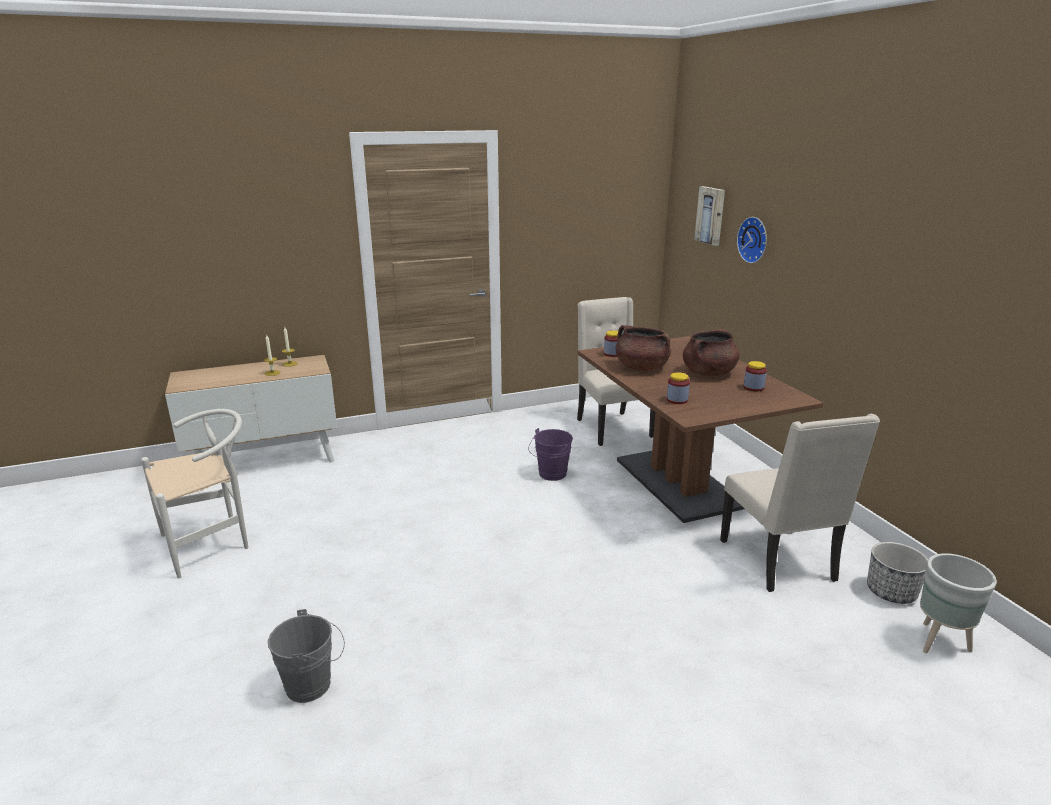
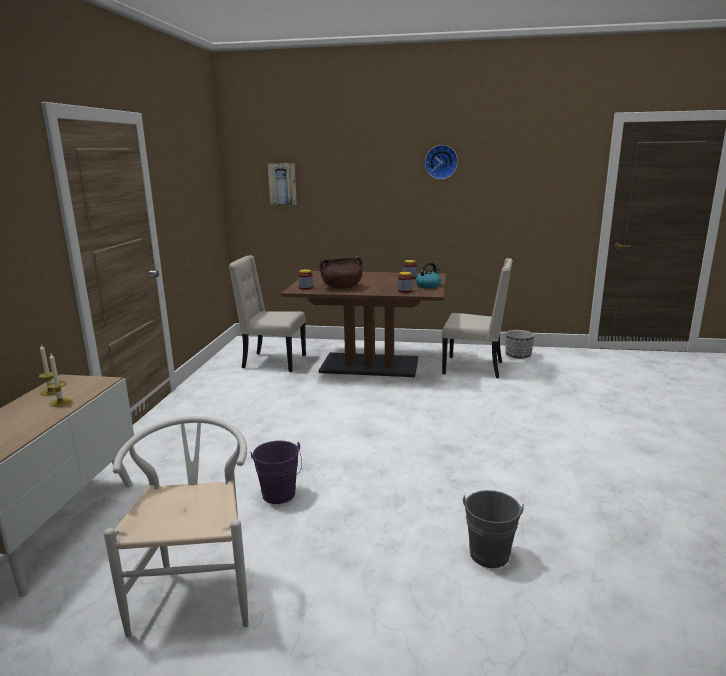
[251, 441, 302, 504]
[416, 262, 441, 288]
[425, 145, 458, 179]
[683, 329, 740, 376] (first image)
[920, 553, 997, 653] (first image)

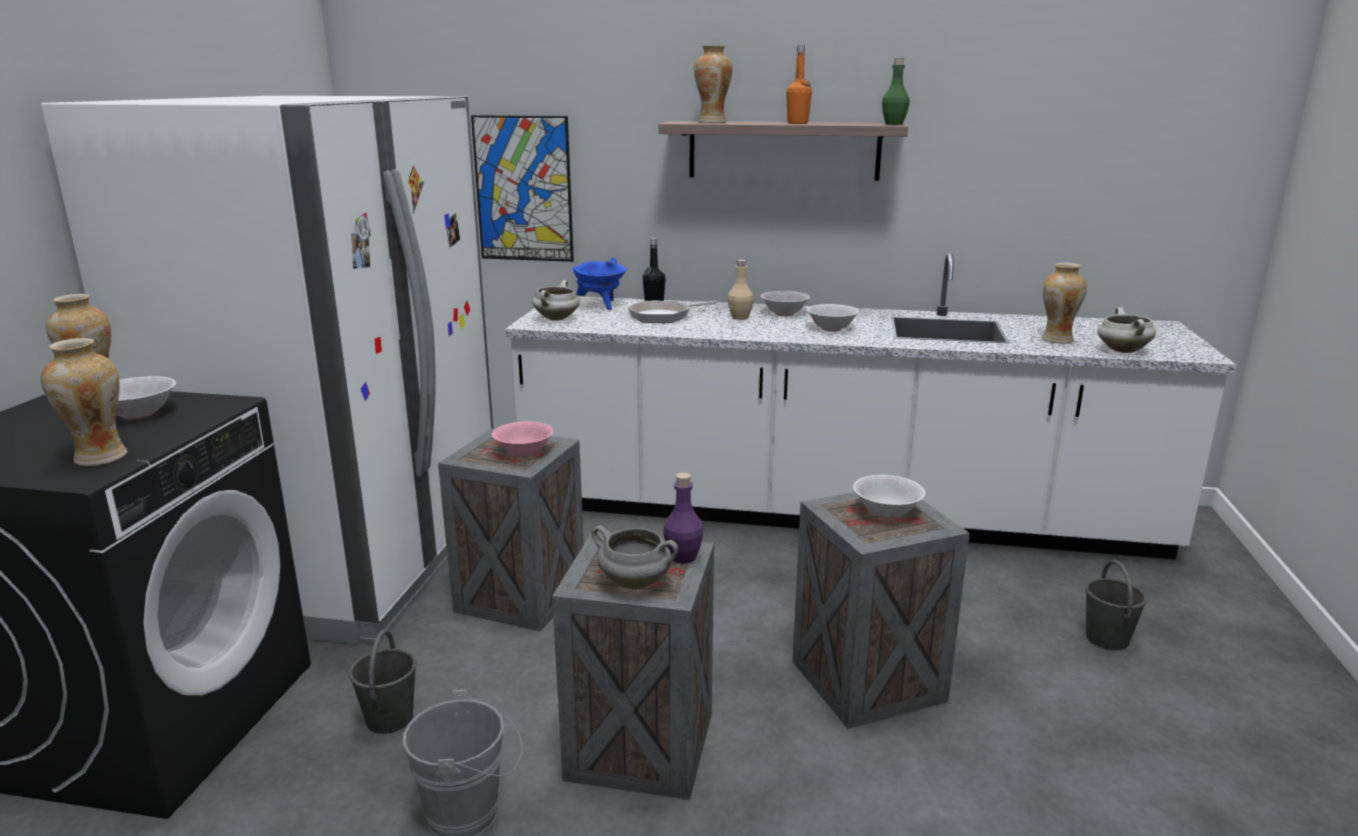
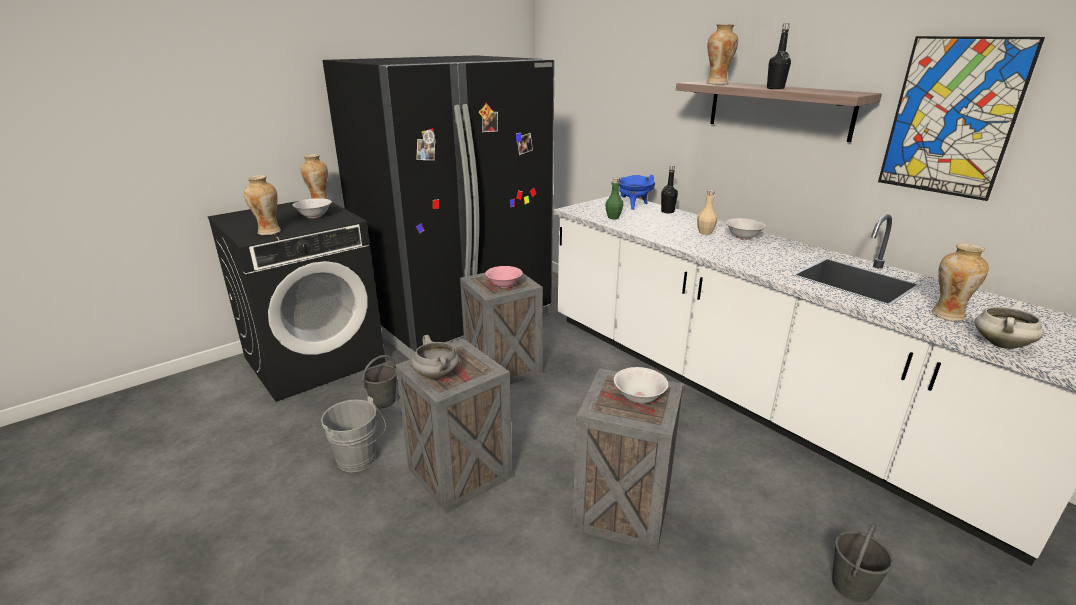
[323, 55, 555, 359]
[605, 178, 623, 219]
[767, 23, 791, 89]
[878, 36, 1045, 201]
[532, 280, 579, 321] (first image)
[627, 301, 717, 323] (first image)
[663, 473, 703, 564] (first image)
[807, 304, 859, 331] (first image)

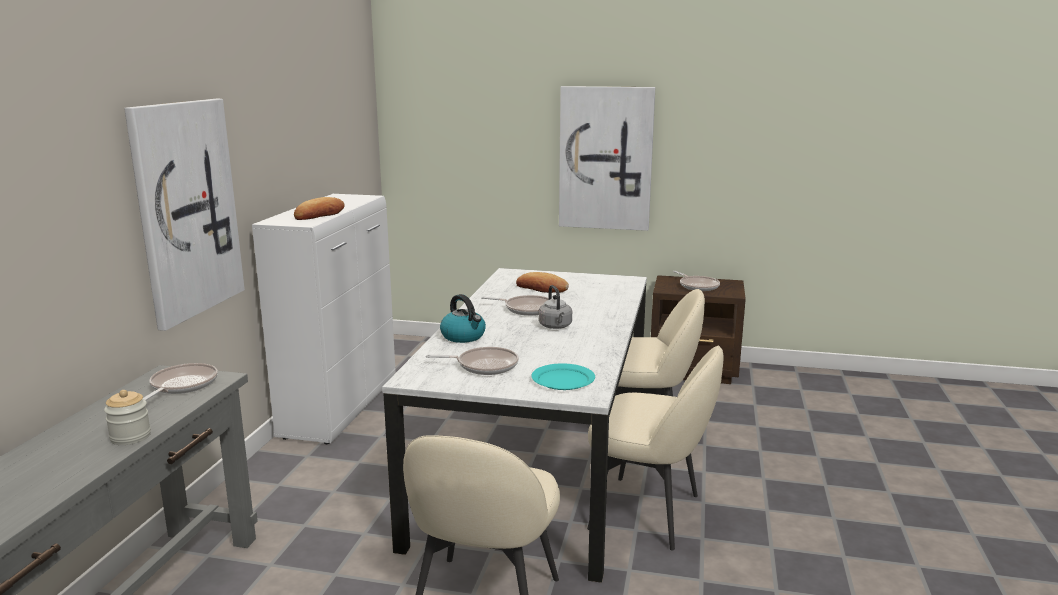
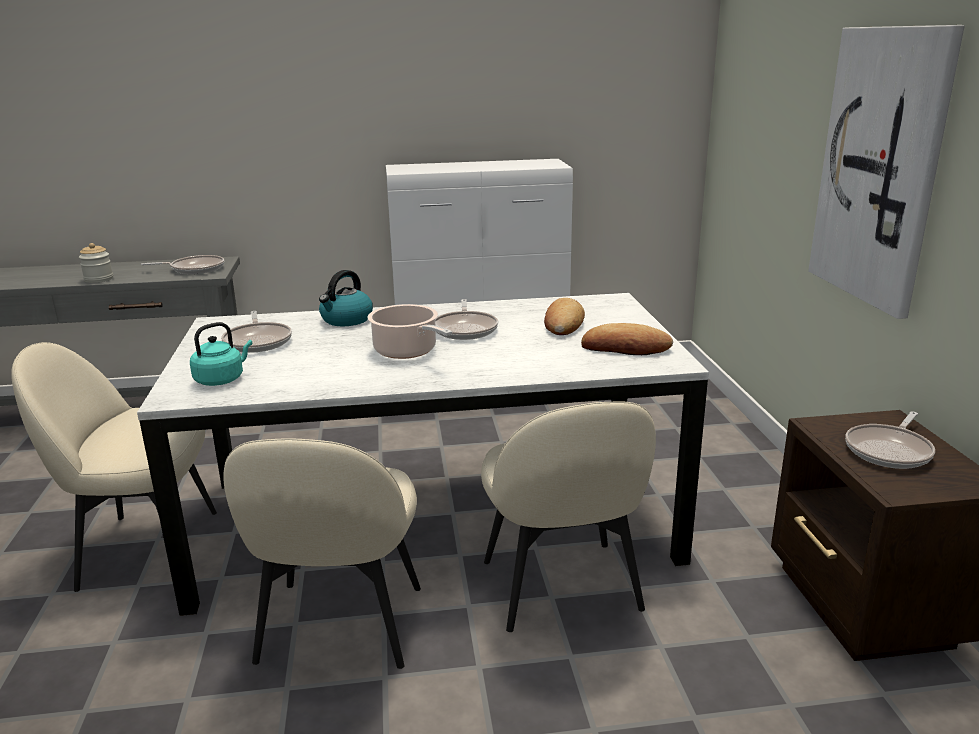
[190, 322, 252, 386]
[368, 304, 452, 359]
[581, 323, 673, 355]
[124, 99, 245, 331] (first image)

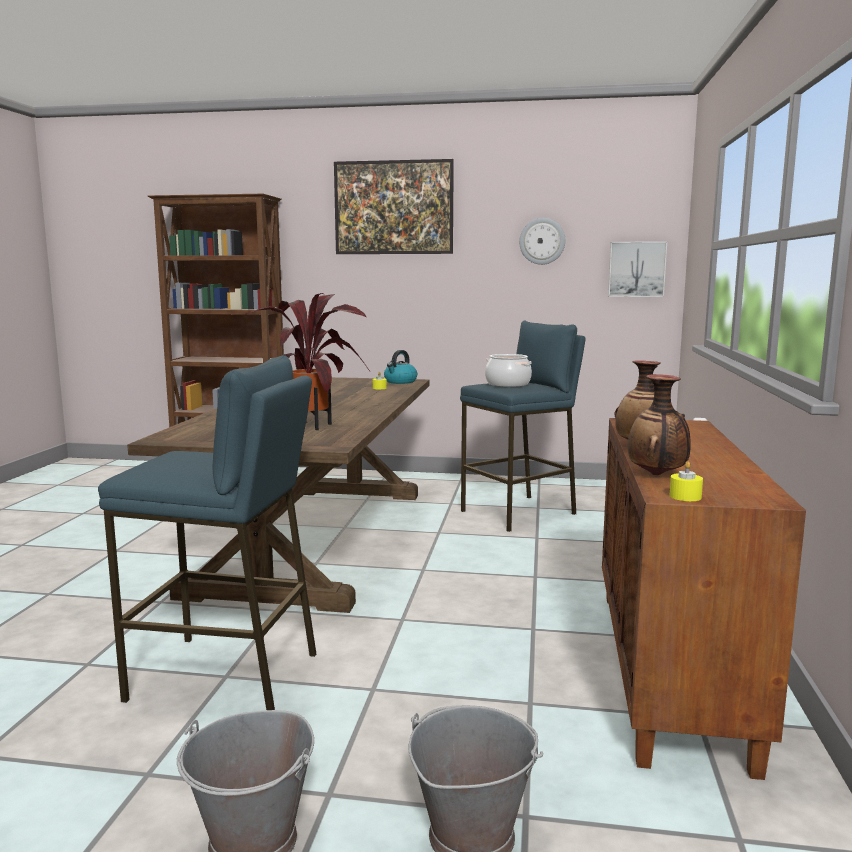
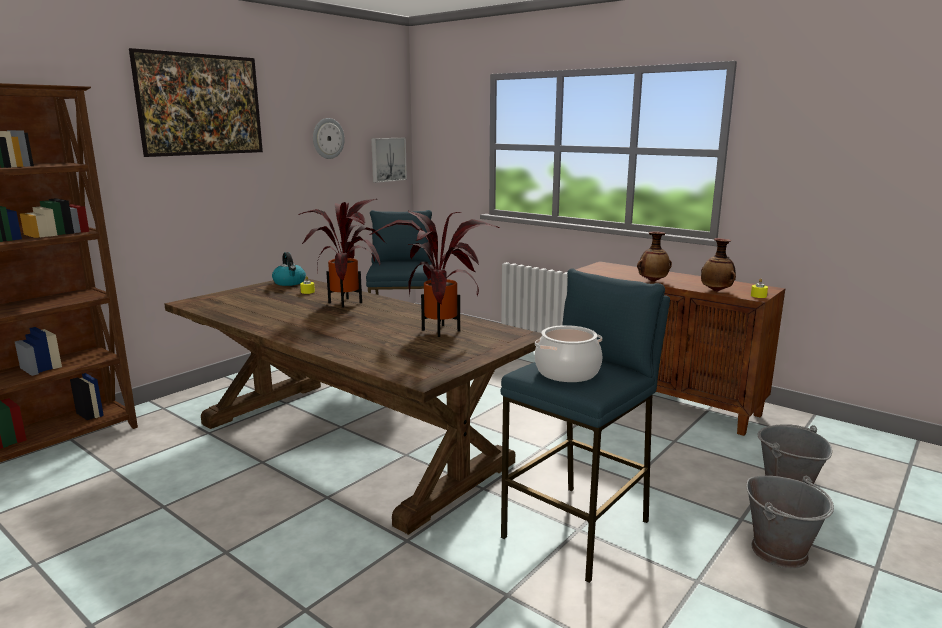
[298, 199, 386, 307]
[535, 325, 602, 382]

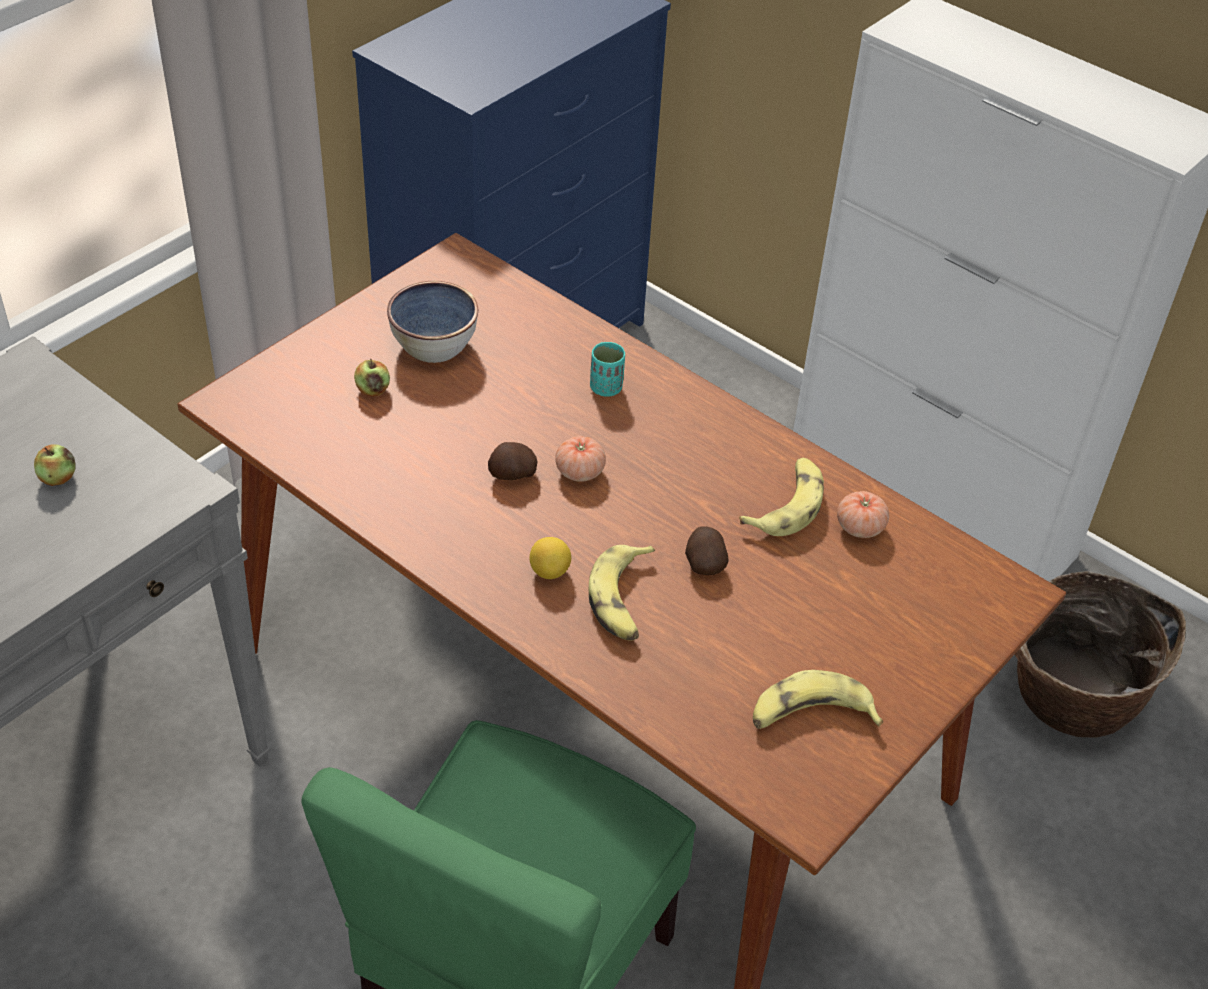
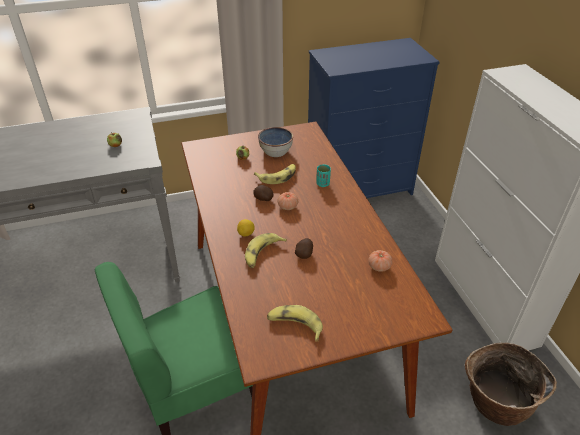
[254, 164, 296, 184]

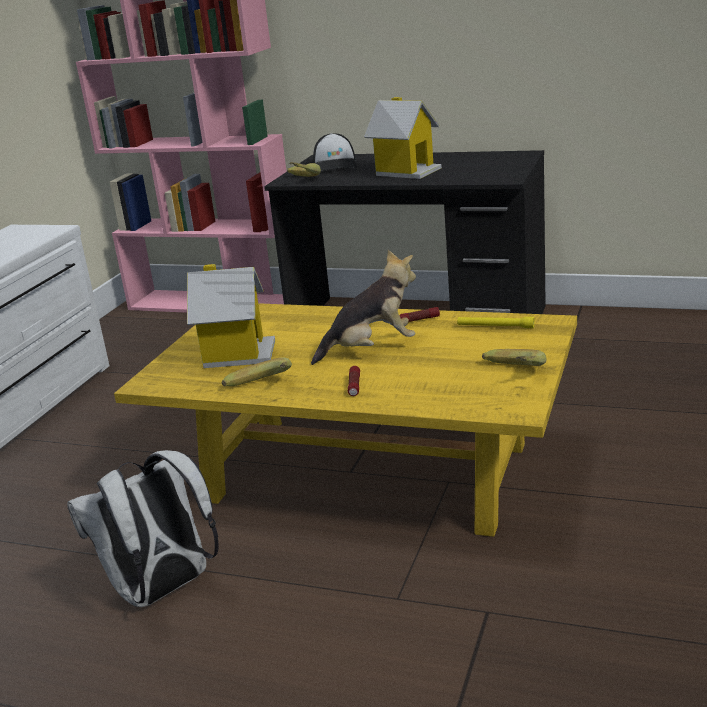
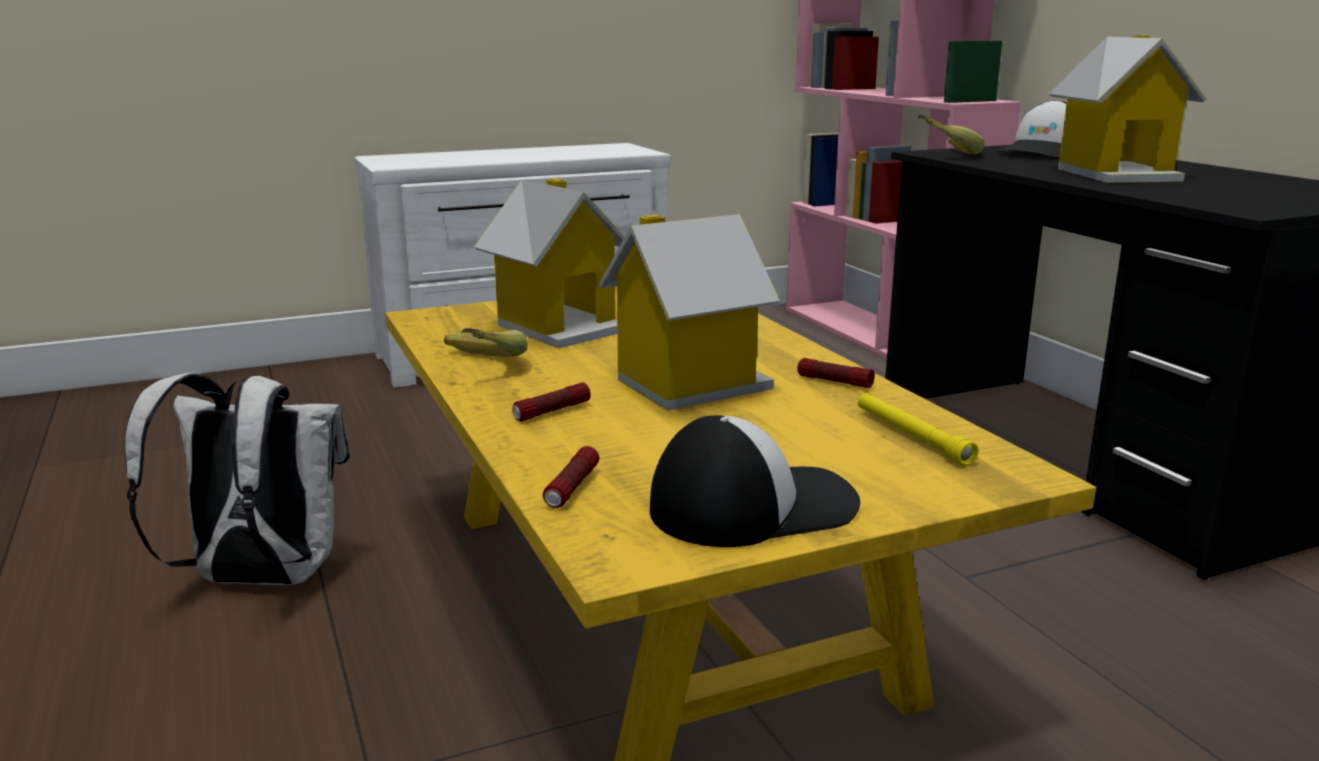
[543, 446, 599, 508]
[598, 214, 780, 411]
[650, 415, 860, 547]

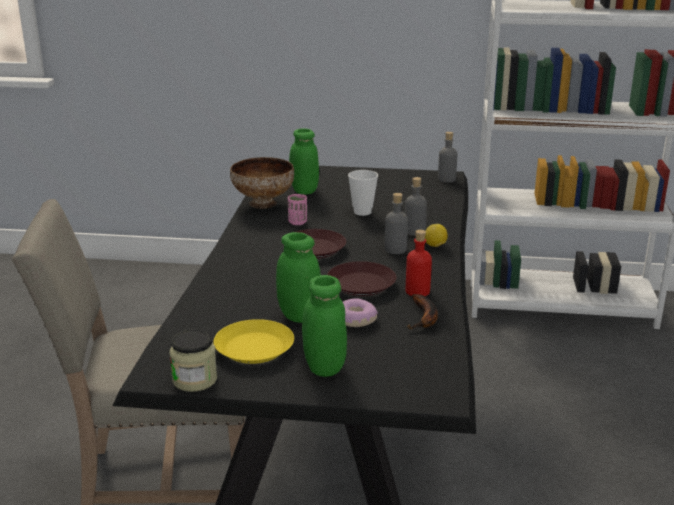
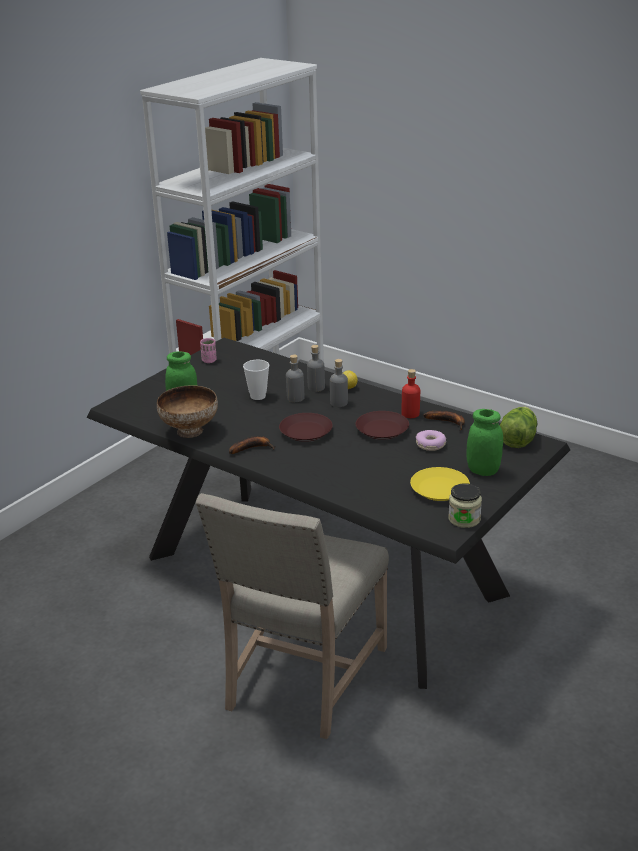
[200, 338, 217, 363]
[229, 436, 276, 454]
[286, 354, 304, 402]
[500, 407, 537, 448]
[276, 232, 321, 323] (first image)

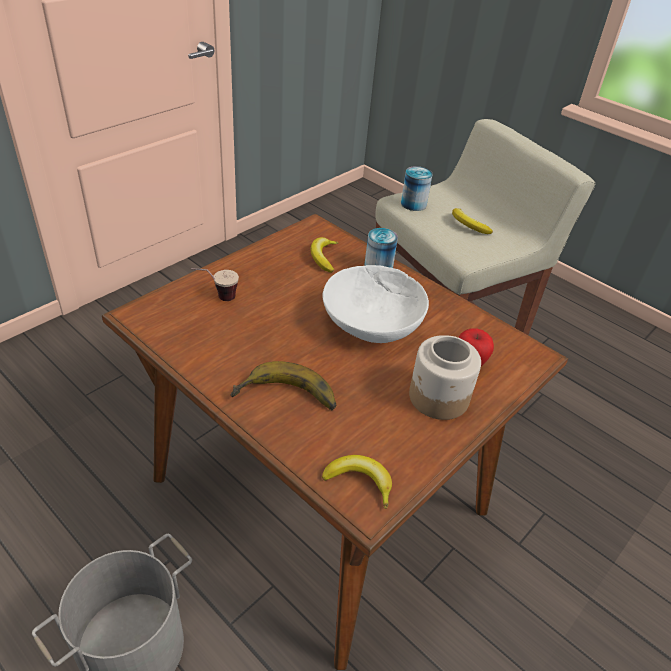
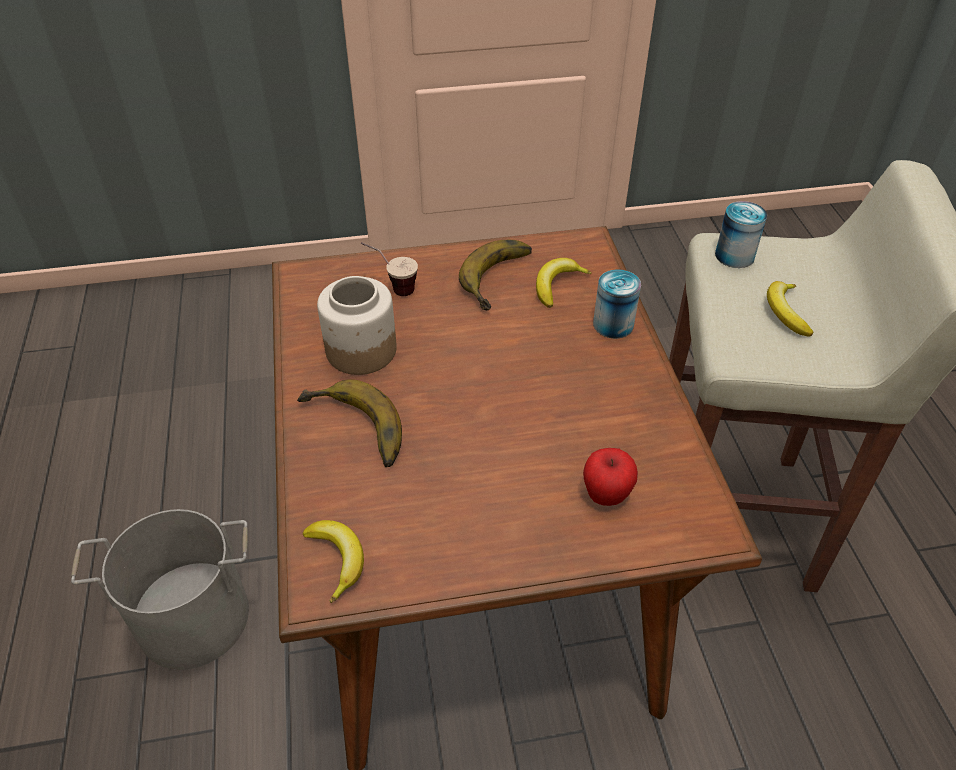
[317, 276, 397, 375]
[459, 240, 532, 310]
[322, 265, 429, 343] (first image)

